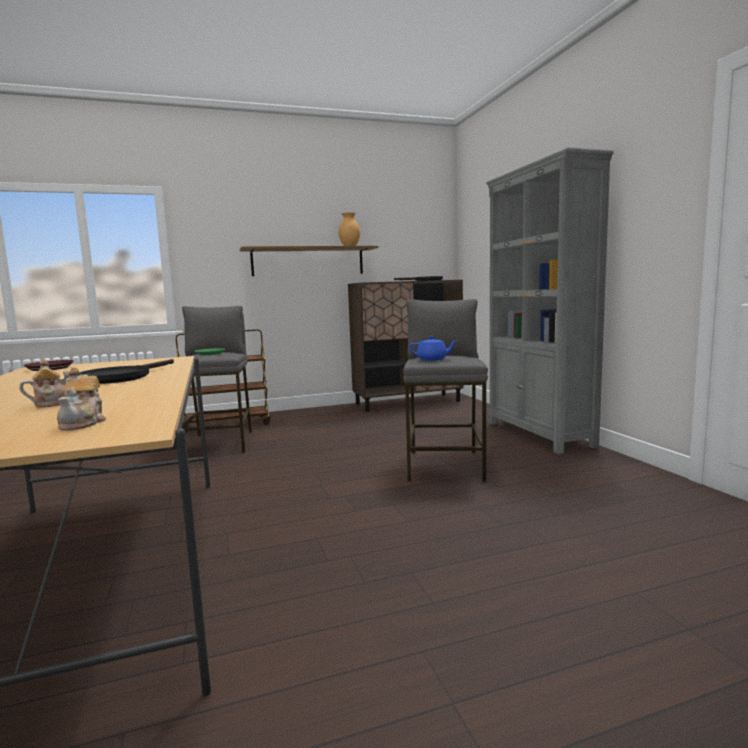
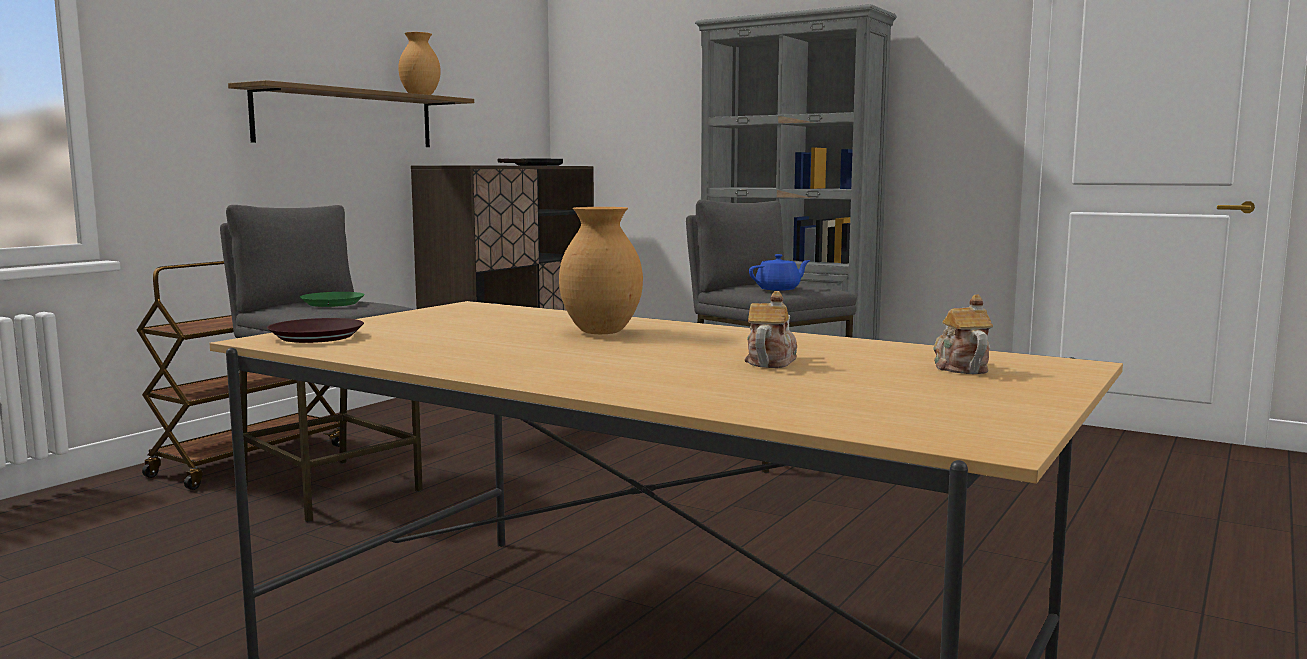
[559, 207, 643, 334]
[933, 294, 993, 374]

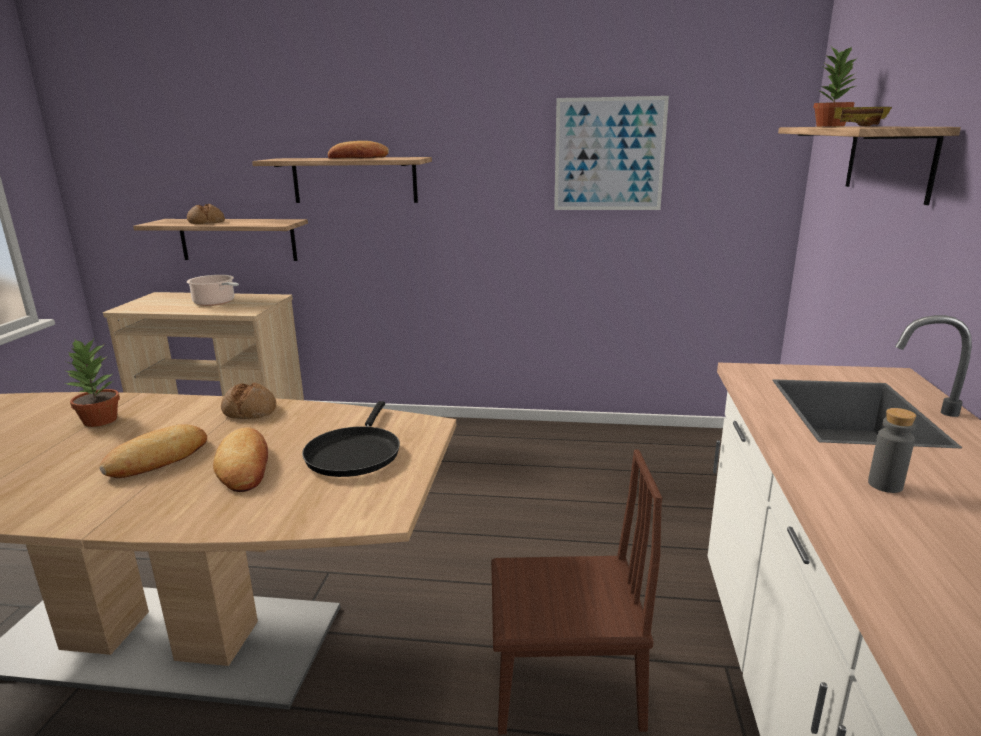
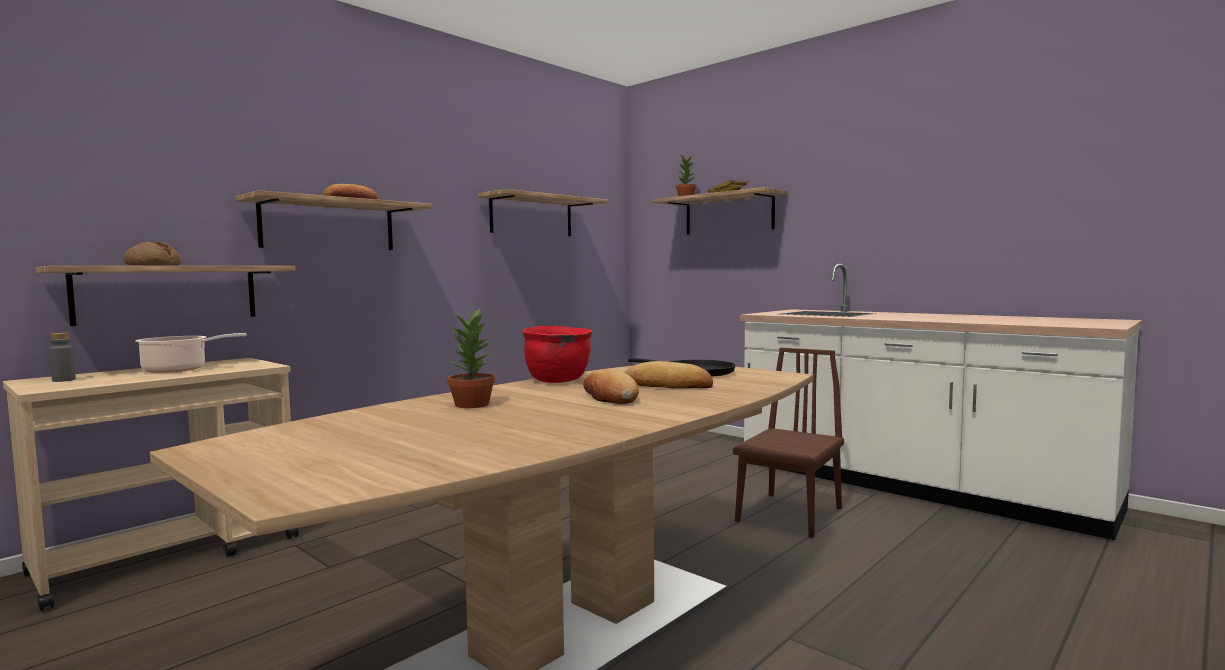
[49, 333, 76, 382]
[477, 189, 608, 236]
[522, 326, 592, 383]

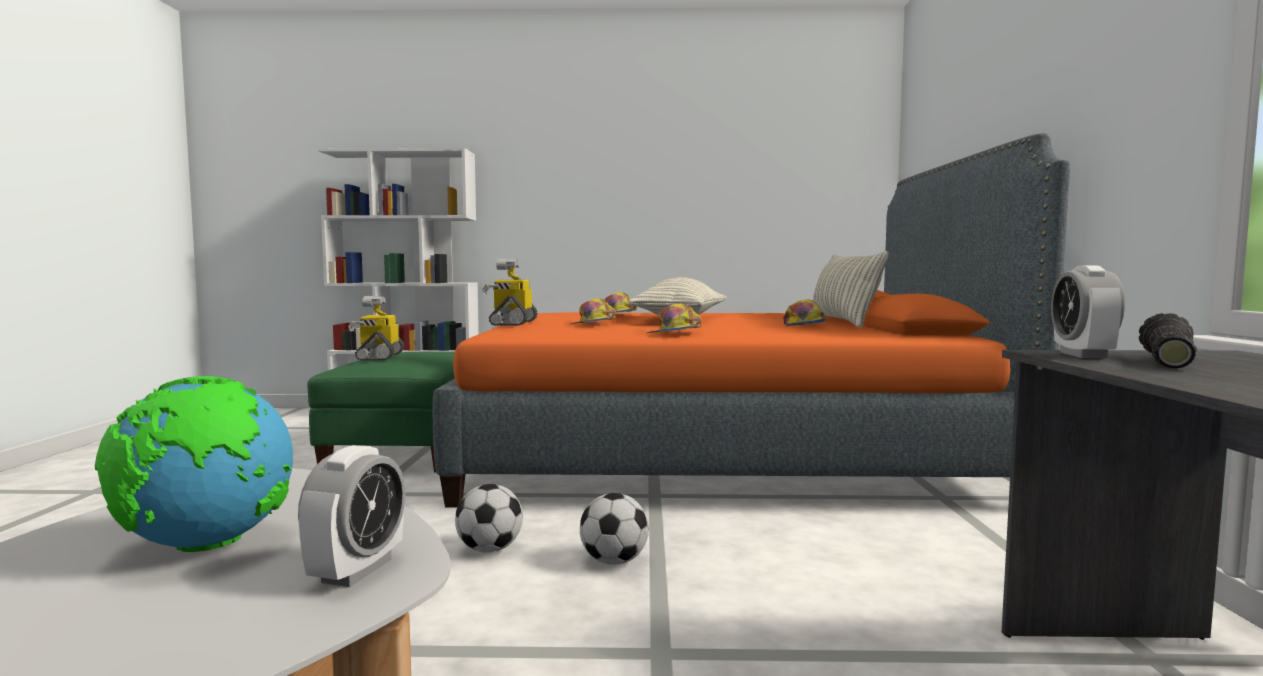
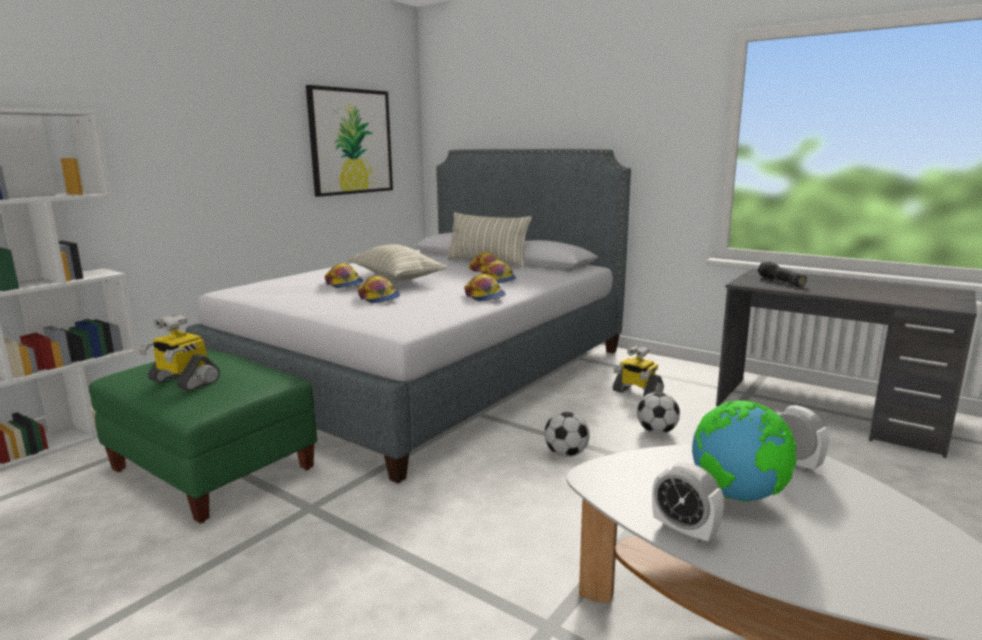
[186, 148, 631, 483]
[306, 85, 393, 197]
[481, 260, 516, 284]
[613, 346, 664, 397]
[637, 392, 680, 434]
[652, 462, 724, 544]

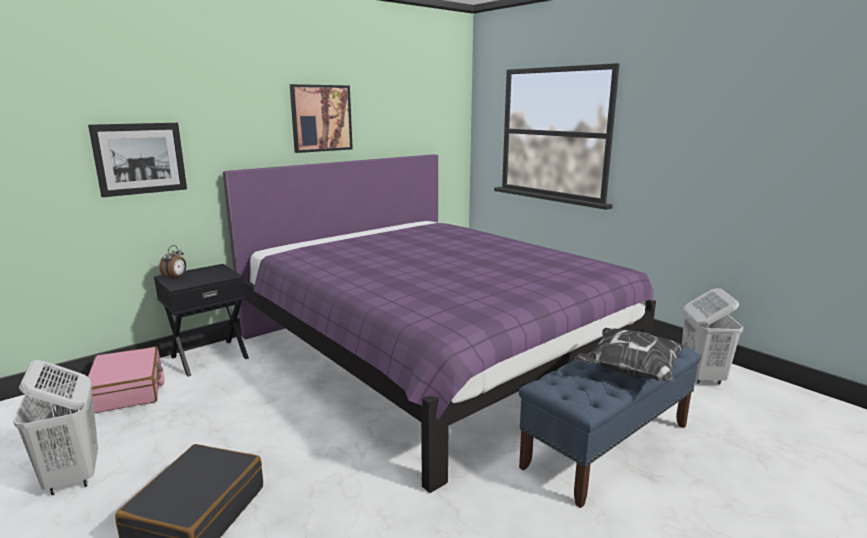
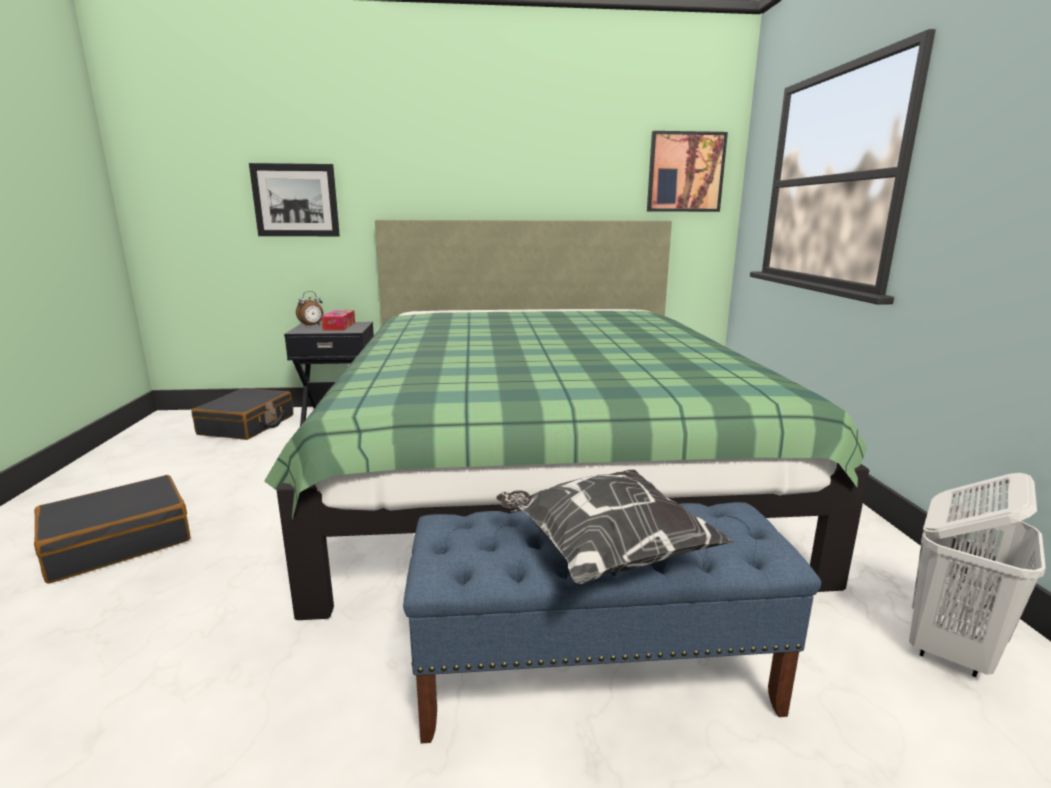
[191, 388, 293, 440]
[264, 220, 869, 620]
[321, 310, 355, 330]
[647, 131, 728, 212]
[13, 360, 98, 495] (first image)

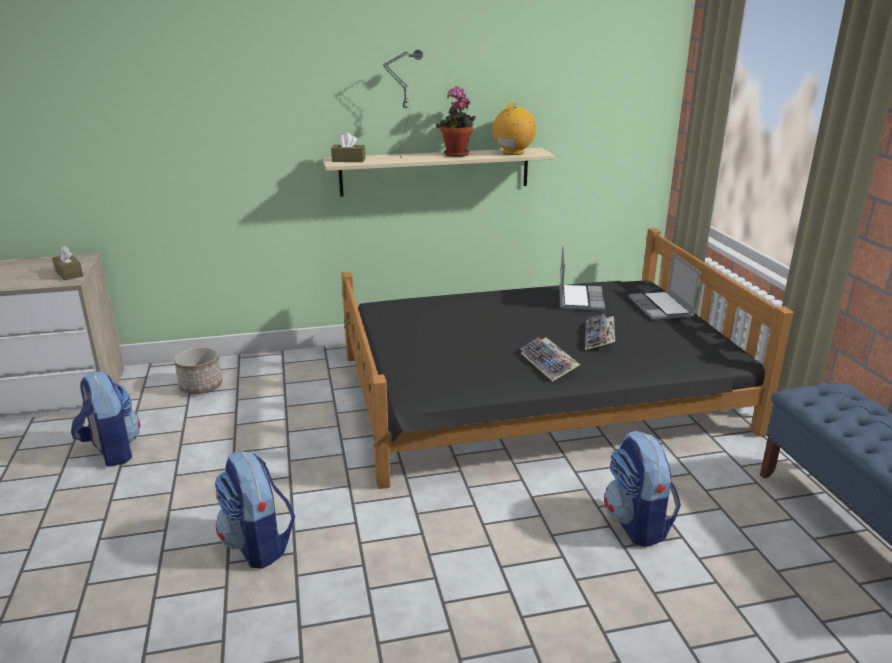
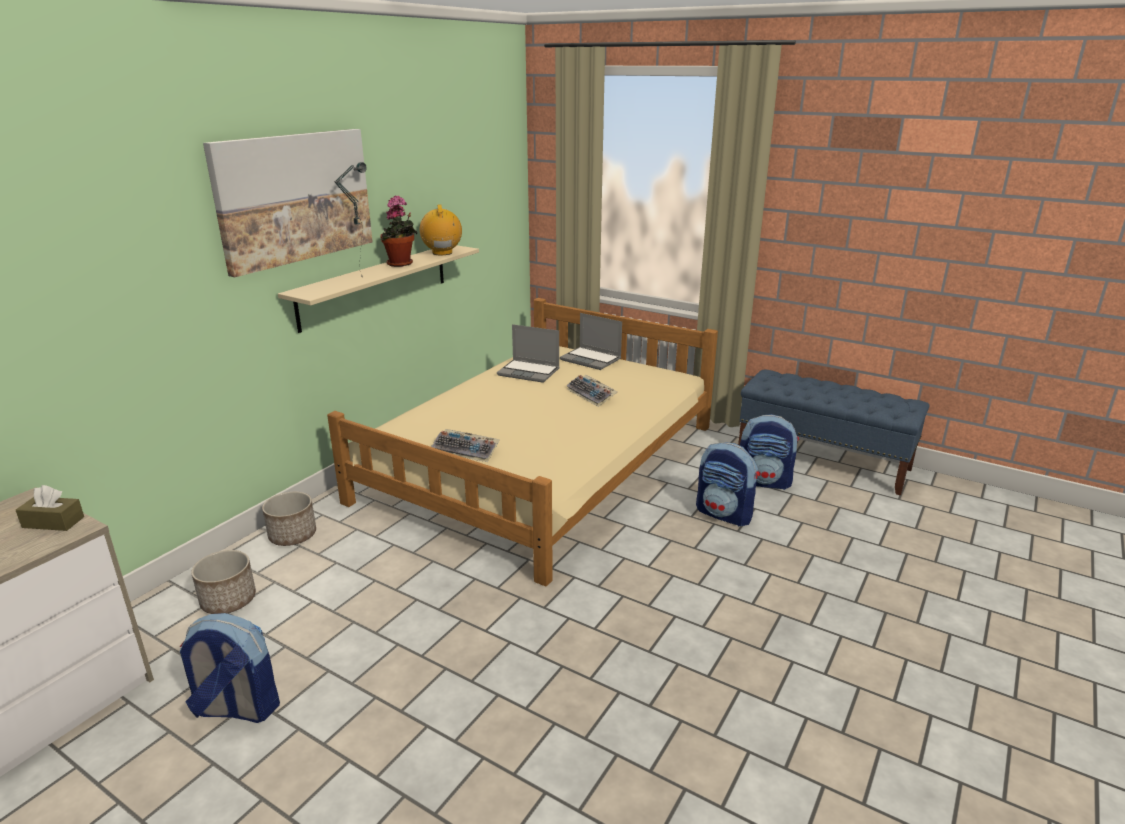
[203, 129, 373, 277]
[262, 492, 316, 546]
[327, 298, 718, 587]
[431, 429, 500, 462]
[497, 324, 560, 383]
[740, 414, 799, 490]
[331, 133, 365, 162] (first image)

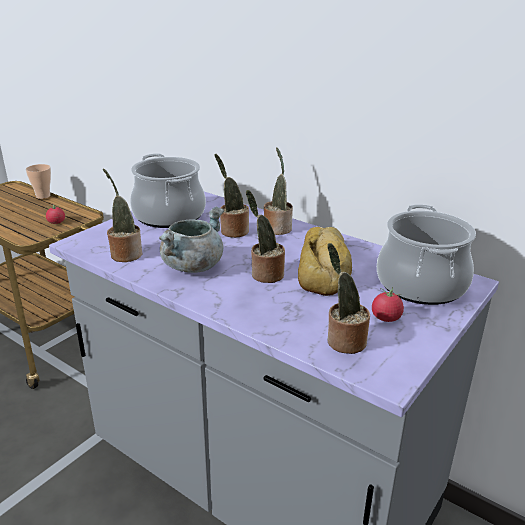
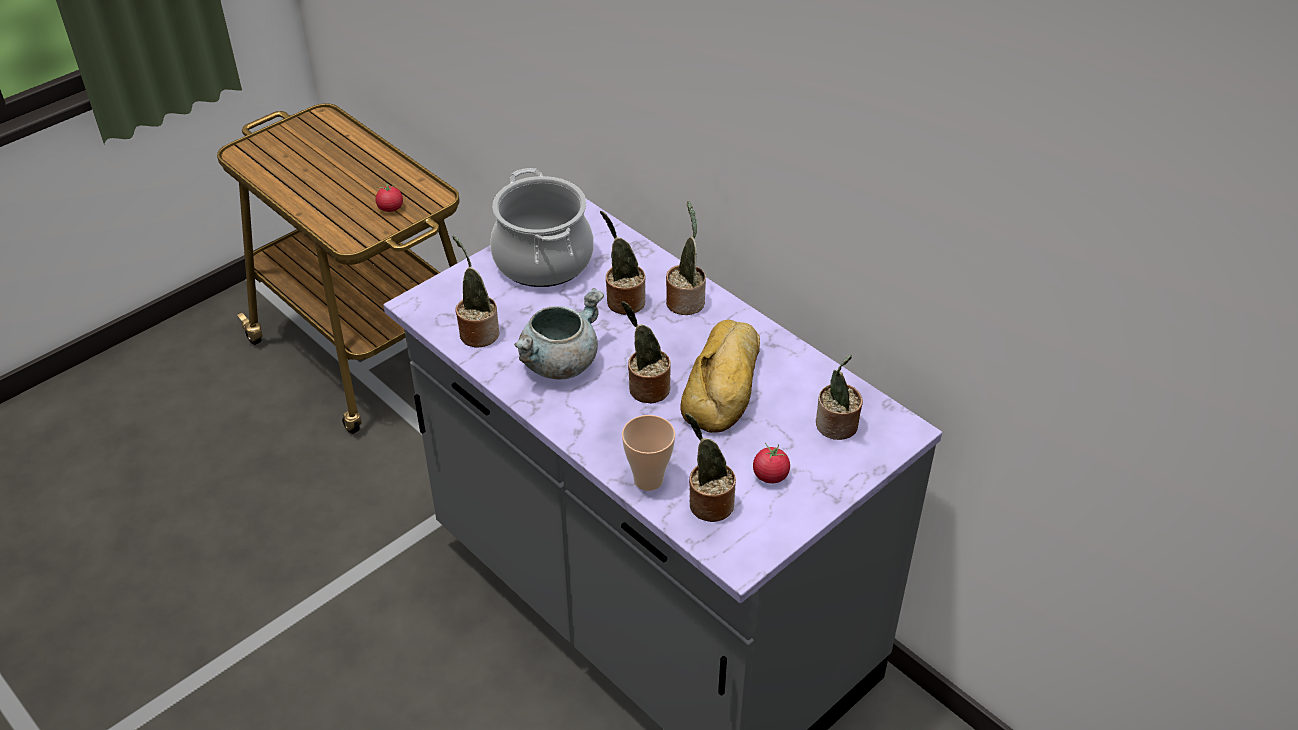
[622, 415, 675, 491]
[816, 355, 863, 440]

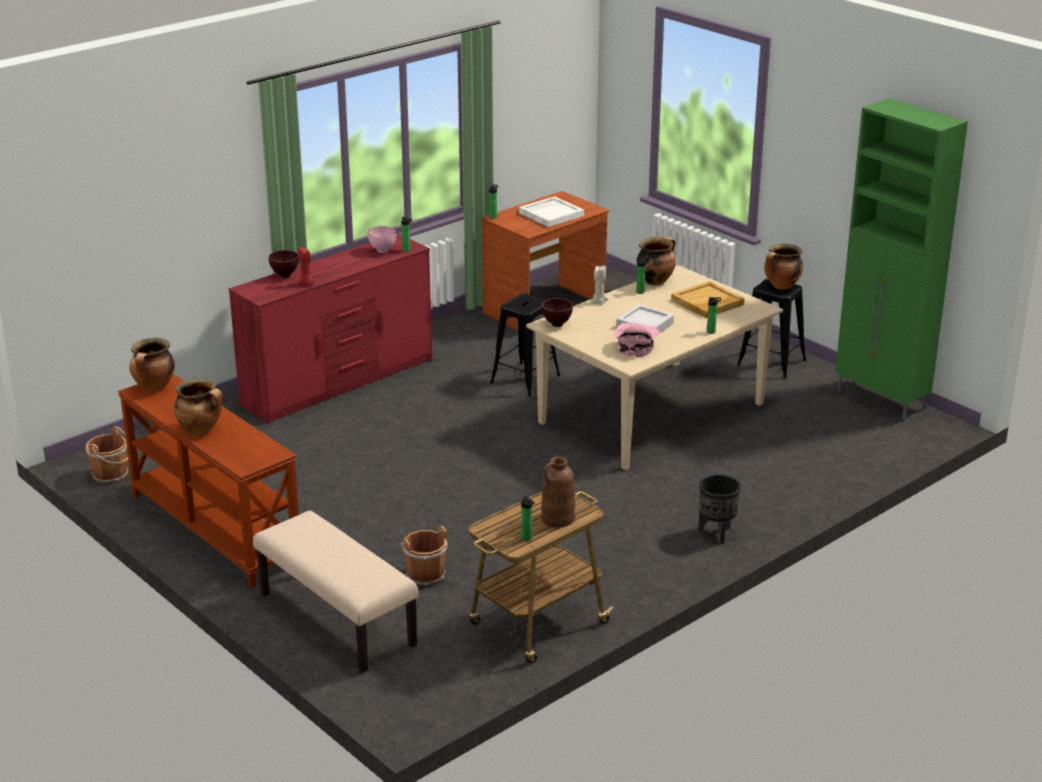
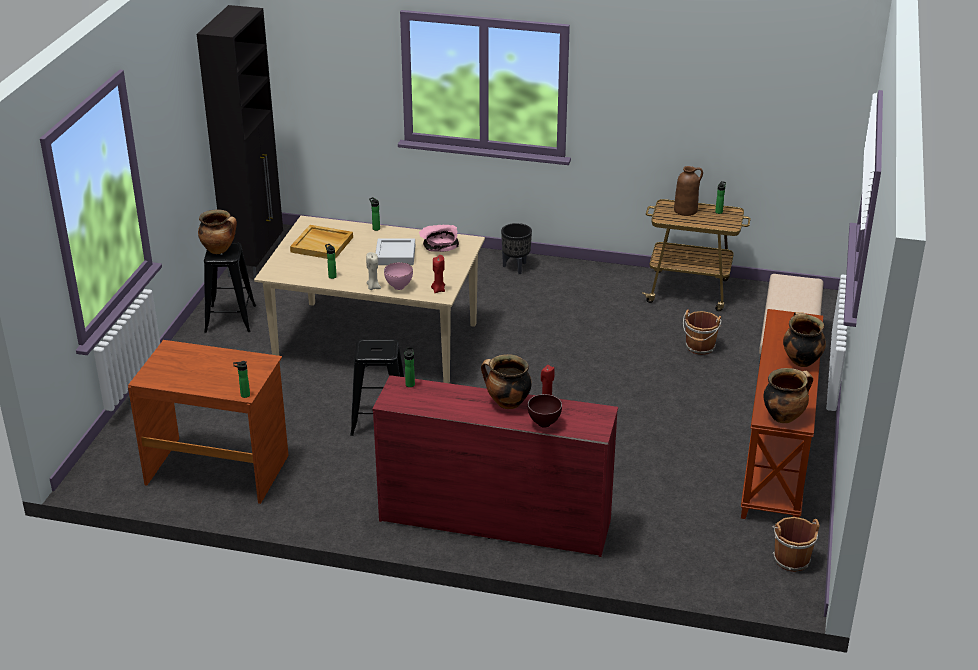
[197, 5, 283, 279]
[384, 262, 413, 290]
[431, 255, 445, 293]
[481, 354, 532, 409]
[519, 196, 584, 227] (first image)

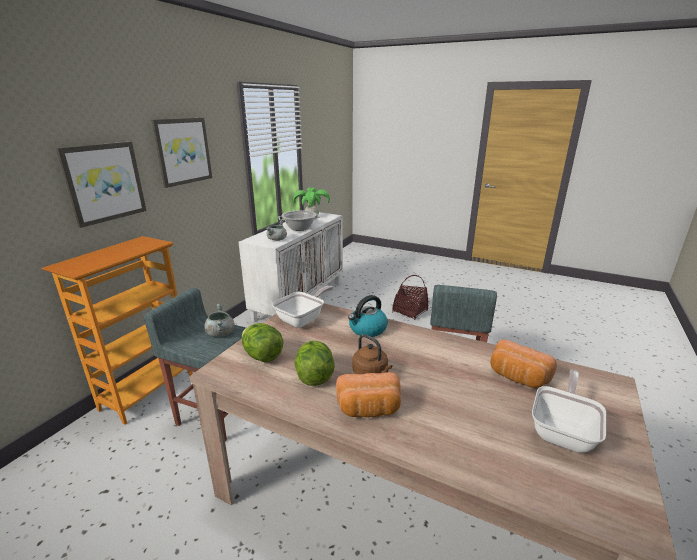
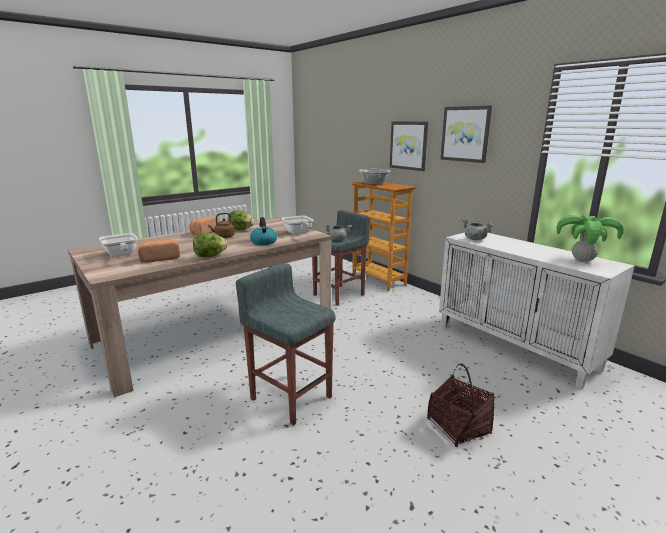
[193, 233, 228, 258]
[359, 169, 391, 185]

